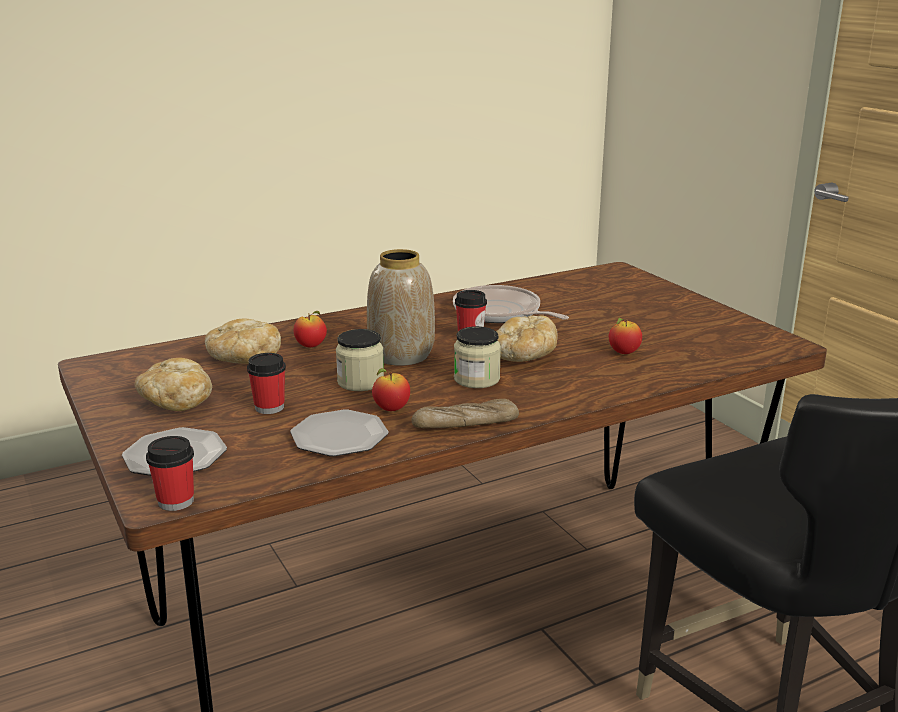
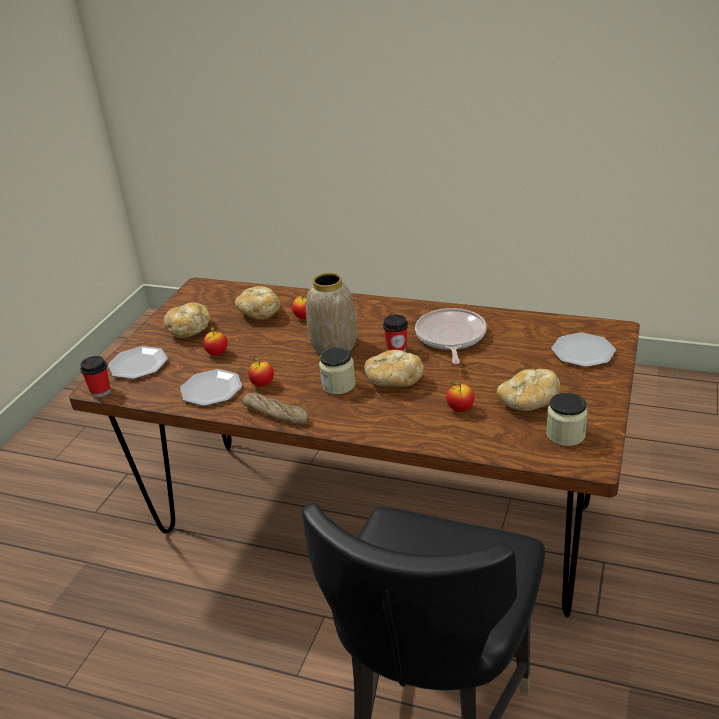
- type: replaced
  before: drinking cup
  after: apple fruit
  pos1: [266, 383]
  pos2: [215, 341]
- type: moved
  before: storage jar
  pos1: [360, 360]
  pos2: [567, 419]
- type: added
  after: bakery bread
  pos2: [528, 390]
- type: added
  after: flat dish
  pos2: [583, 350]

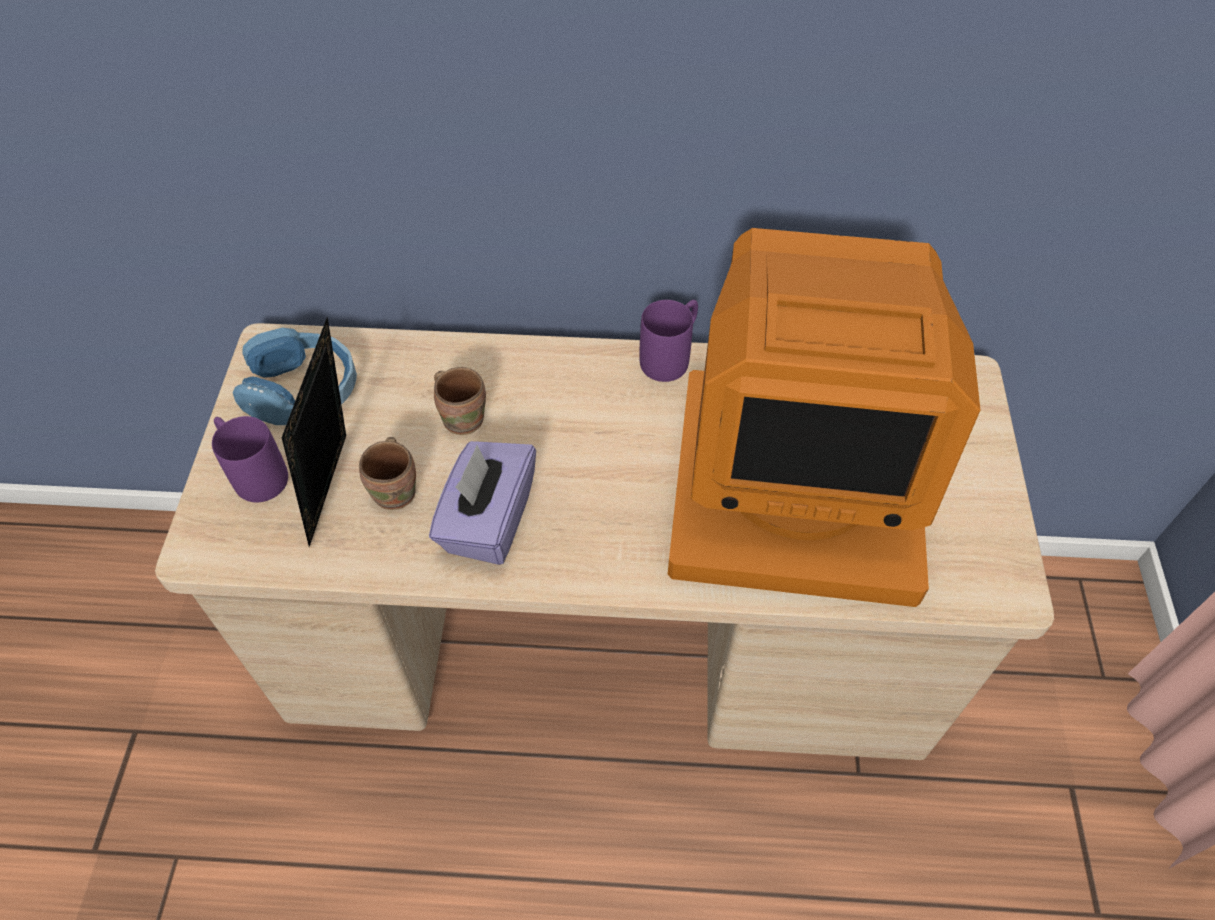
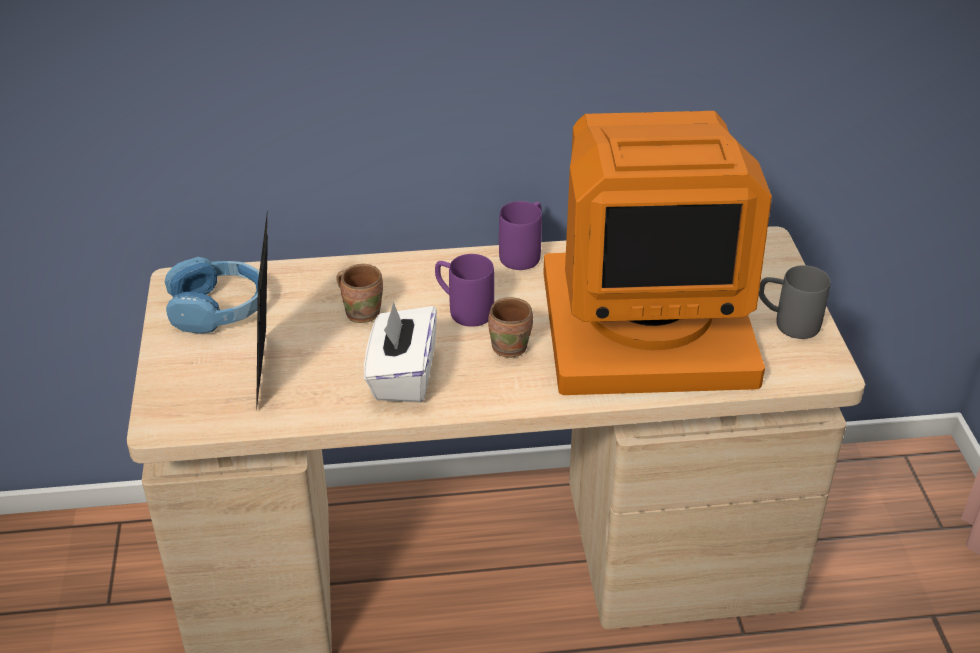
- type: moved
  before: purplish tea mug
  pos1: [250, 459]
  pos2: [464, 290]
- type: moved
  before: brown-coloured tea mug
  pos1: [387, 473]
  pos2: [510, 327]
- type: recoloured
  before: purplish tissue box
  after: whitish tissue box
  pos1: [482, 503]
  pos2: [400, 352]
- type: added
  after: gray tea mug
  pos2: [794, 302]

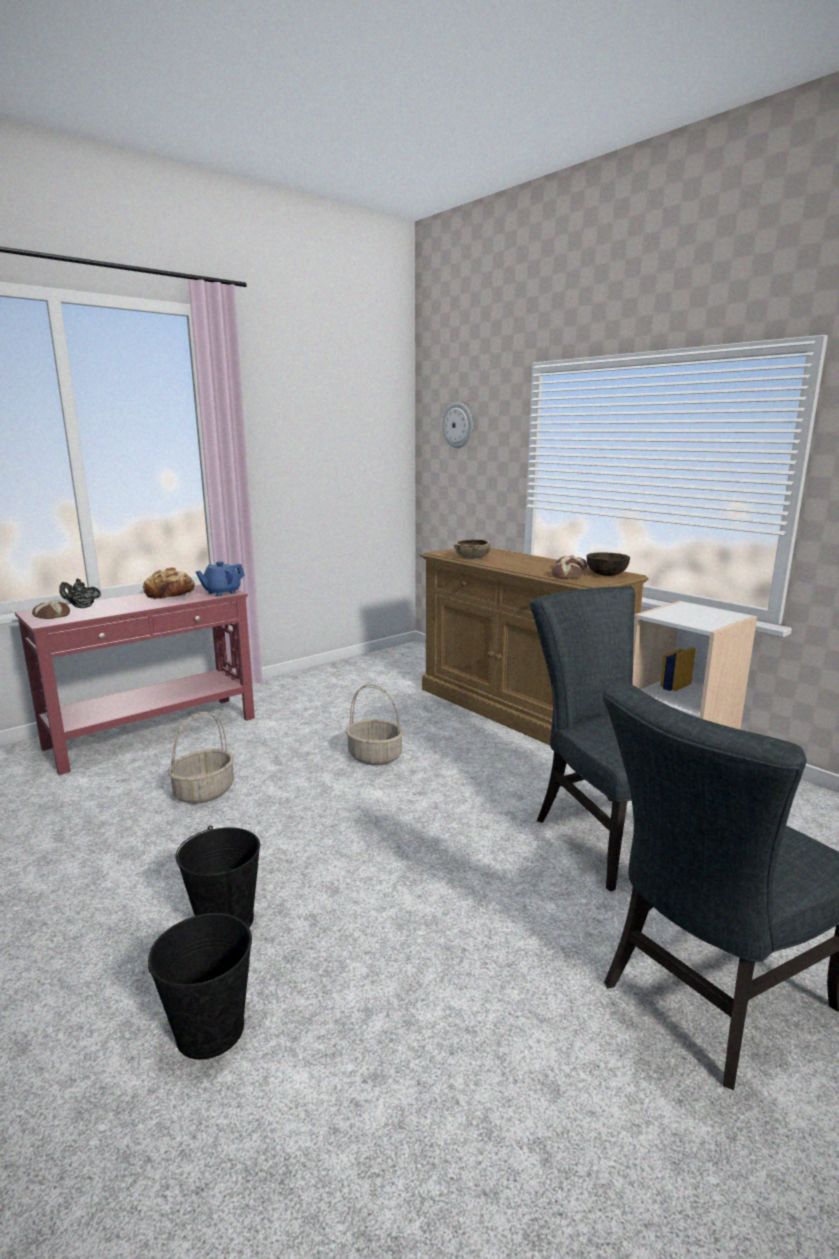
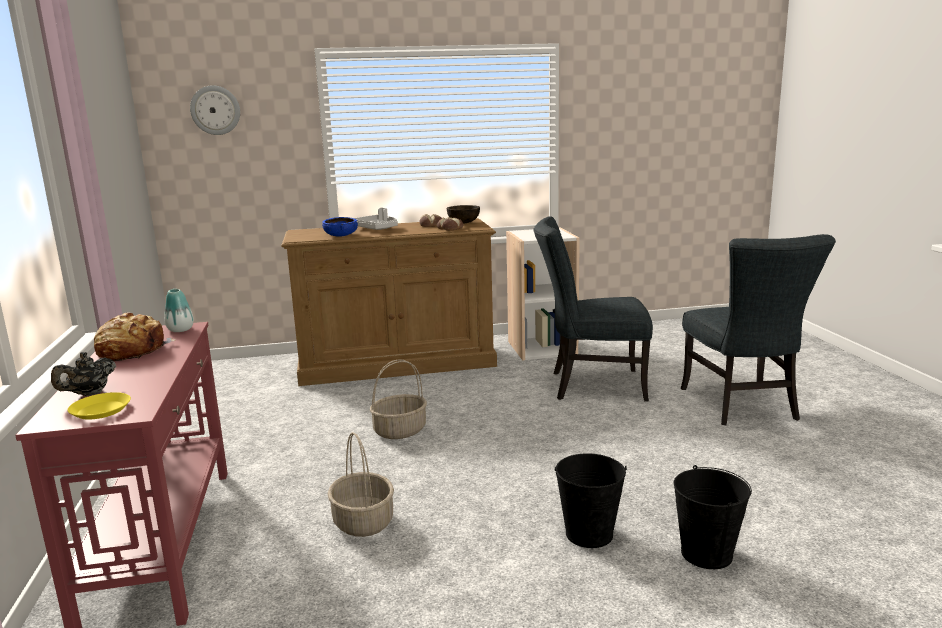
- type: replaced
  before: bakery bread
  after: yellowish flat dish
  pos1: [51, 609]
  pos2: [99, 406]
- type: replaced
  before: blue tea pot
  after: vase
  pos1: [220, 578]
  pos2: [179, 310]
- type: recoloured
  before: brown-coloured serving bowl
  after: blue serving bowl
  pos1: [472, 549]
  pos2: [340, 227]
- type: added
  after: gray tray
  pos2: [376, 219]

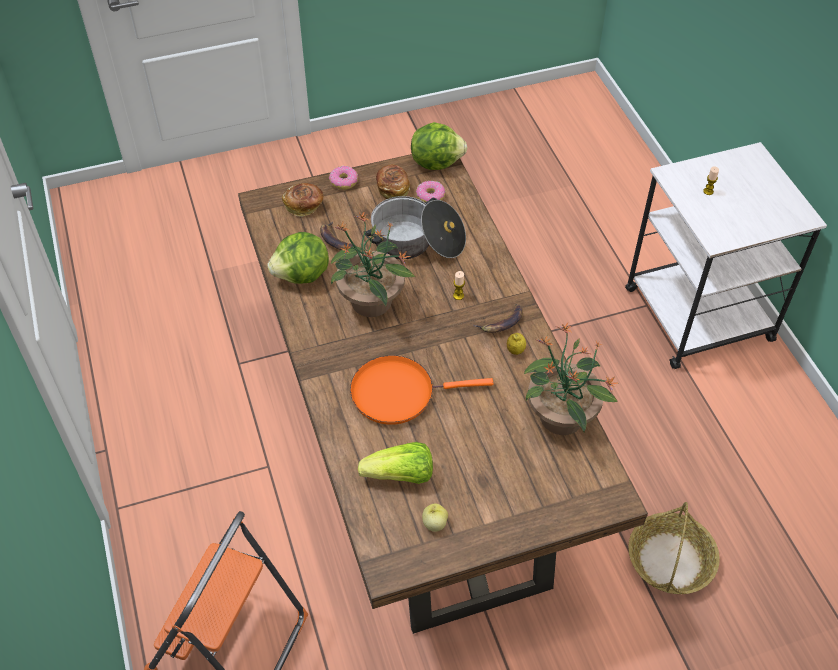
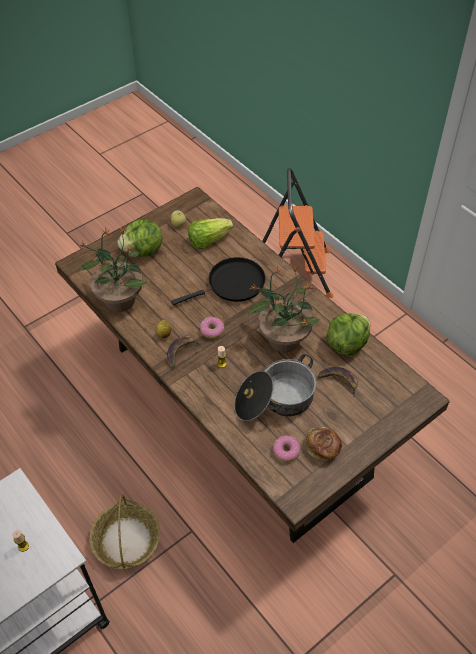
- type: removed
  before: bakery bread
  pos1: [303, 200]
- type: moved
  before: ring doughnut
  pos1: [343, 178]
  pos2: [212, 328]
- type: recoloured
  before: orange-coloured frying pan
  after: blackish frying pan
  pos1: [421, 390]
  pos2: [218, 281]
- type: moved
  before: lettuce
  pos1: [439, 146]
  pos2: [139, 238]
- type: moved
  before: basket
  pos1: [674, 548]
  pos2: [125, 531]

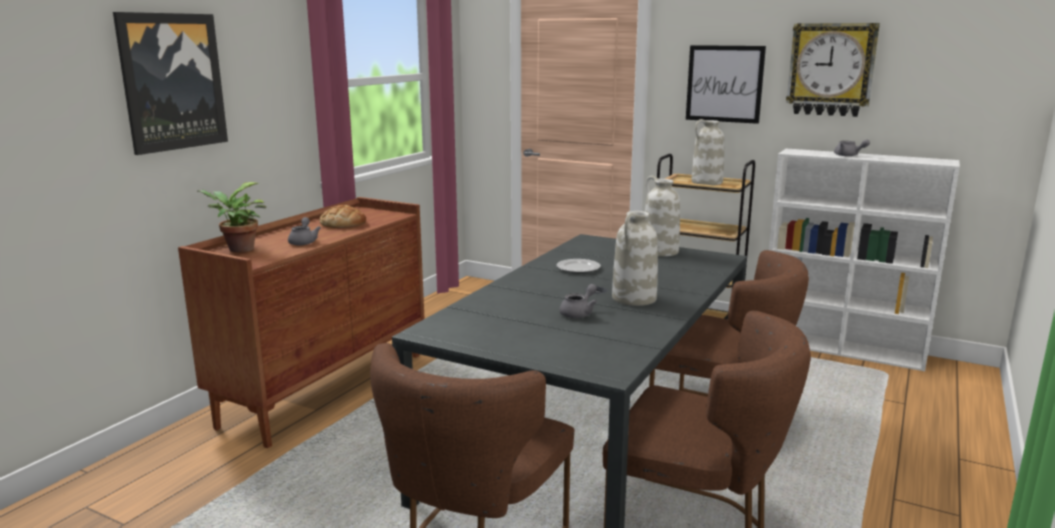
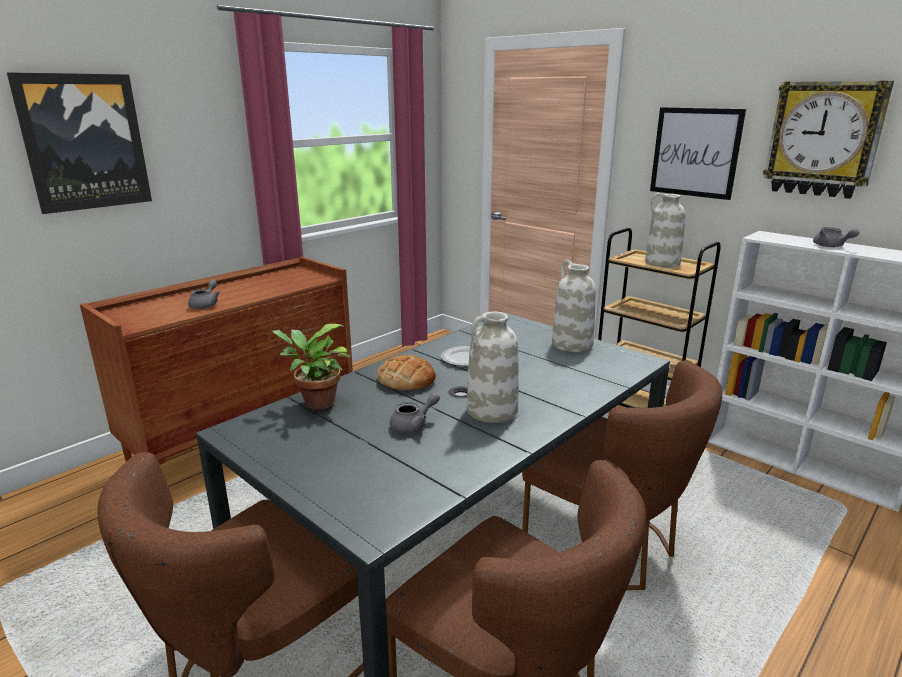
- type: moved
  before: houseplant
  pos1: [232, 217]
  pos2: [311, 367]
- type: moved
  before: bakery bread
  pos1: [343, 216]
  pos2: [406, 373]

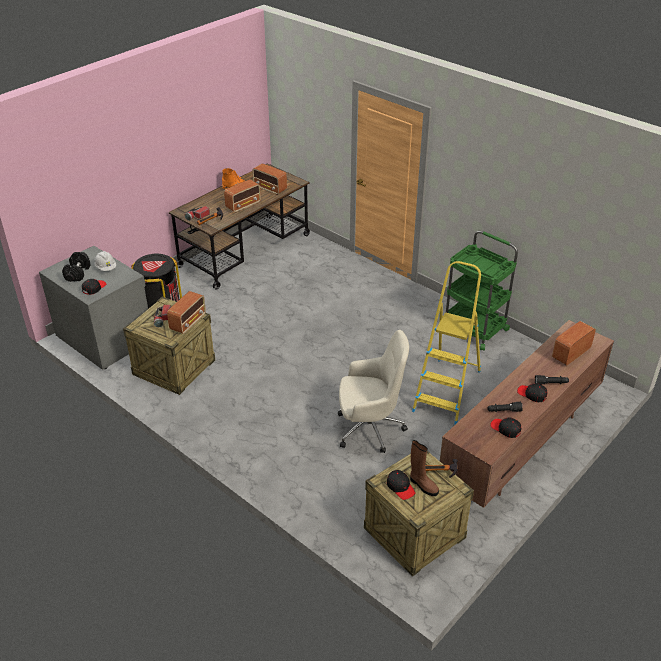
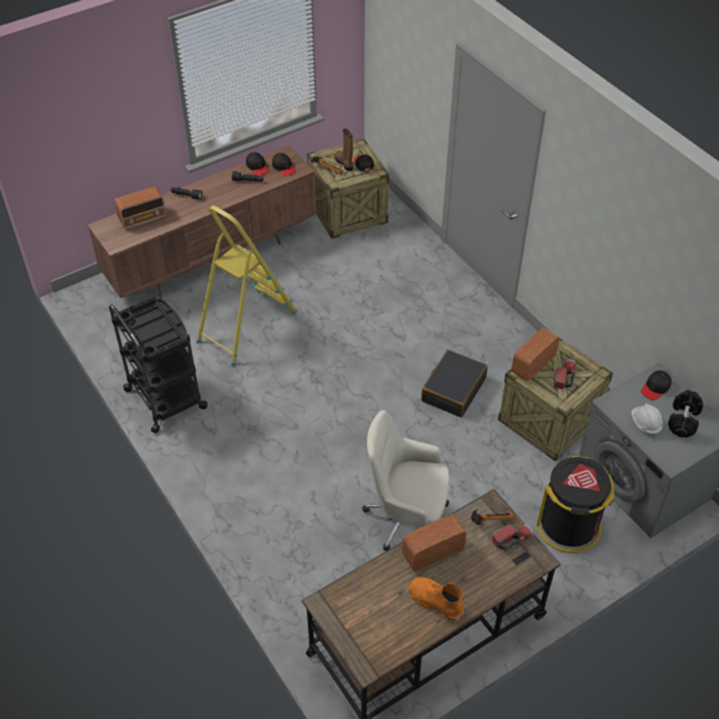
- type: removed
  before: radio
  pos1: [269, 179]
- type: moved
  before: beige computer chair
  pos1: [373, 391]
  pos2: [406, 480]
- type: recoloured
  before: greenish wheeled cart
  after: blackish wheeled cart
  pos1: [481, 291]
  pos2: [158, 364]
- type: moved
  before: blackish peaked cap
  pos1: [532, 392]
  pos2: [284, 164]
- type: added
  after: blackish suitcase
  pos2: [454, 383]

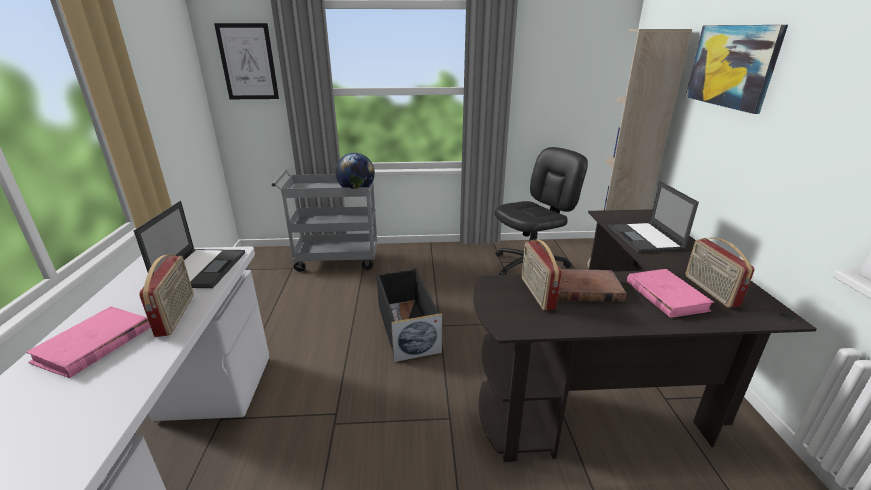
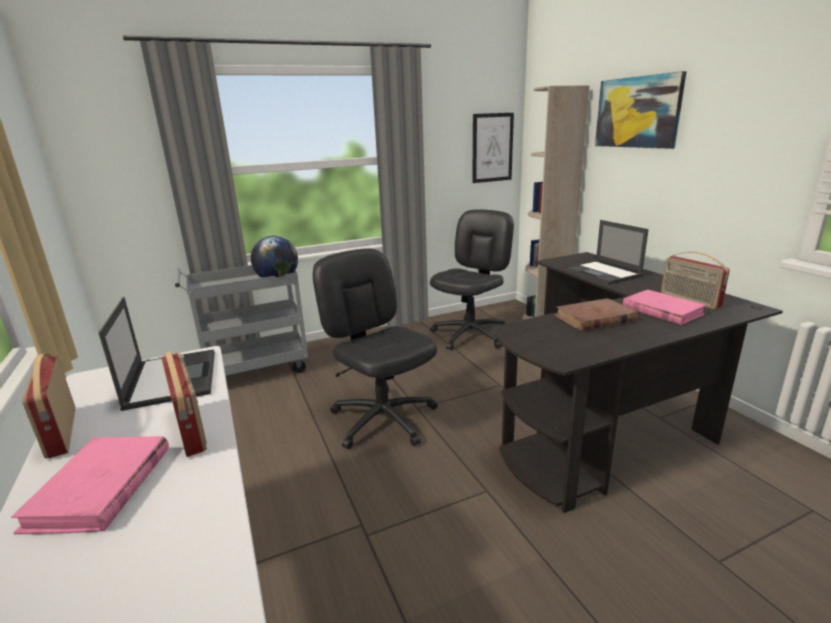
- type: moved
  before: wall art
  pos1: [246, 61]
  pos2: [493, 148]
- type: replaced
  before: blackish storage box
  after: blackish computer chair
  pos1: [409, 315]
  pos2: [375, 349]
- type: moved
  before: radio
  pos1: [542, 275]
  pos2: [48, 406]

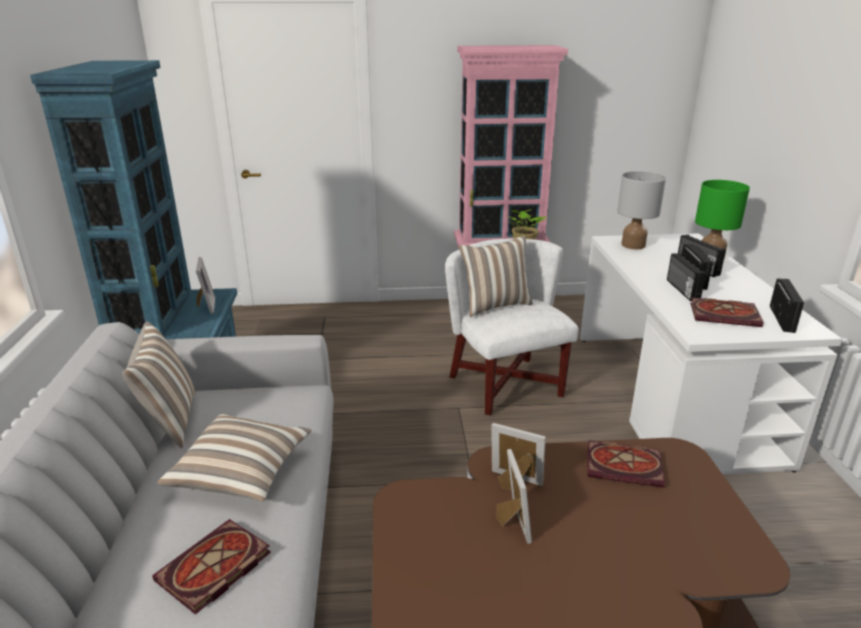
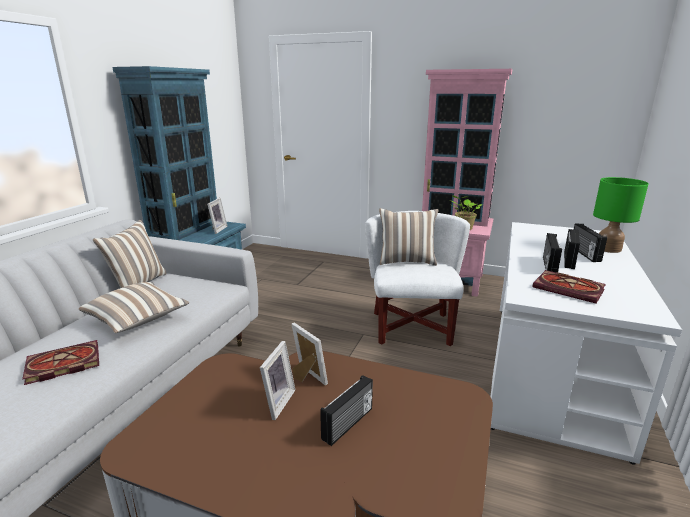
- type: removed
  before: volume
  pos1: [626, 464]
- type: removed
  before: gray table lamp
  pos1: [641, 210]
- type: moved
  before: radio
  pos1: [787, 305]
  pos2: [346, 410]

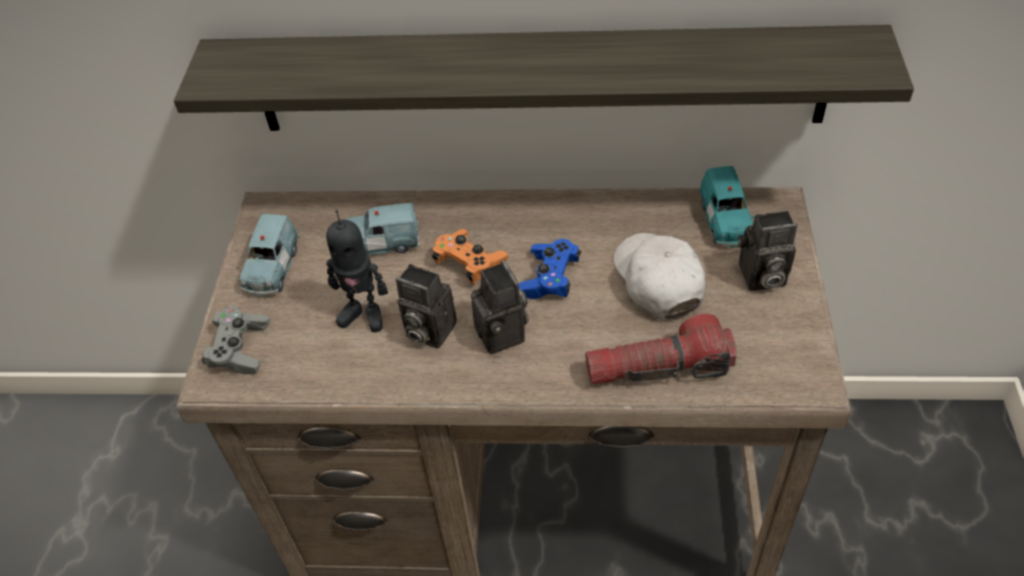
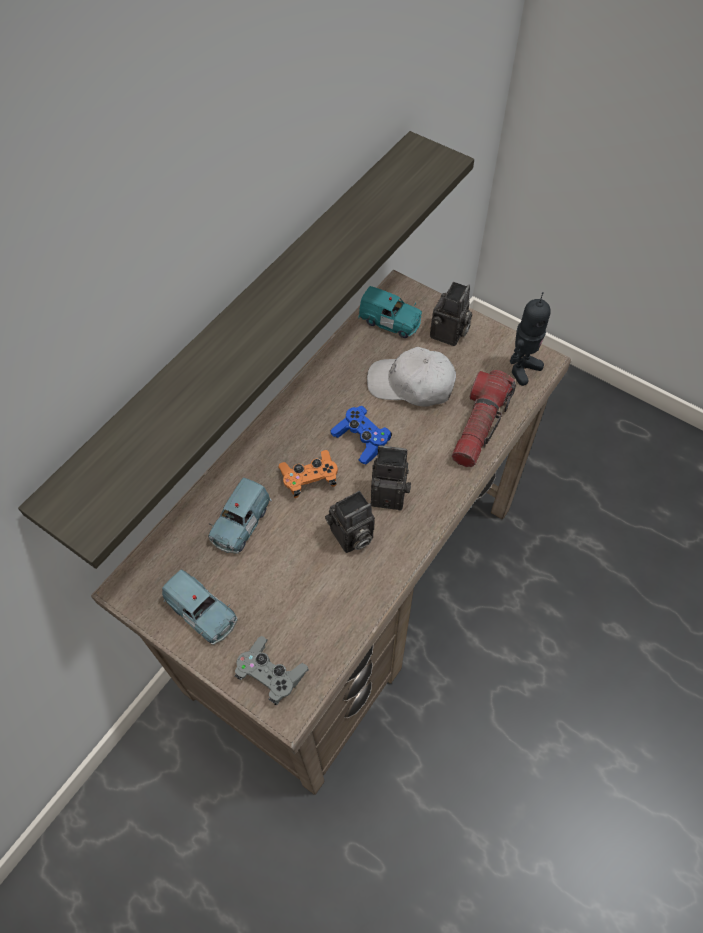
- type: moved
  before: model robot
  pos1: [357, 271]
  pos2: [530, 339]

